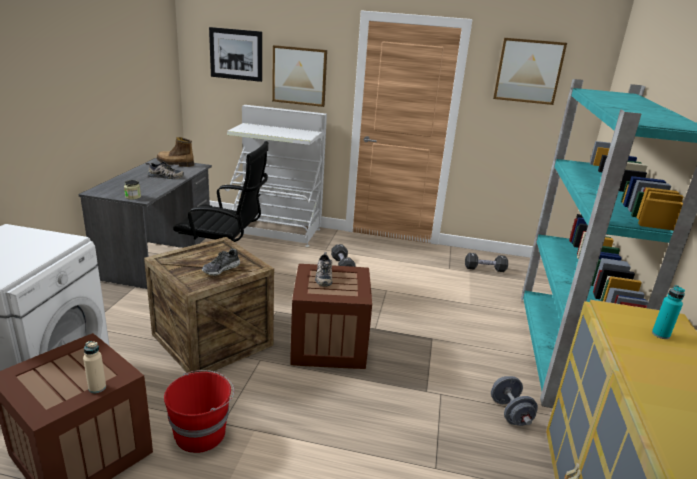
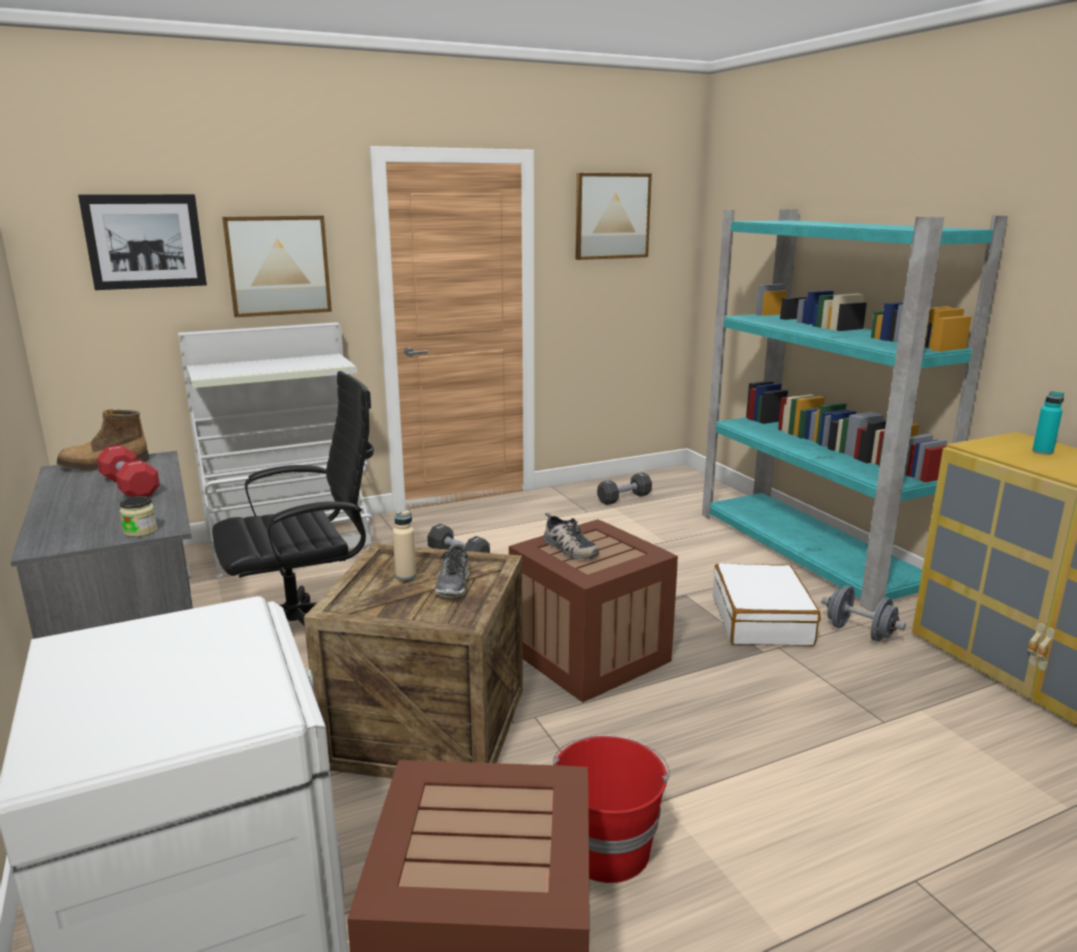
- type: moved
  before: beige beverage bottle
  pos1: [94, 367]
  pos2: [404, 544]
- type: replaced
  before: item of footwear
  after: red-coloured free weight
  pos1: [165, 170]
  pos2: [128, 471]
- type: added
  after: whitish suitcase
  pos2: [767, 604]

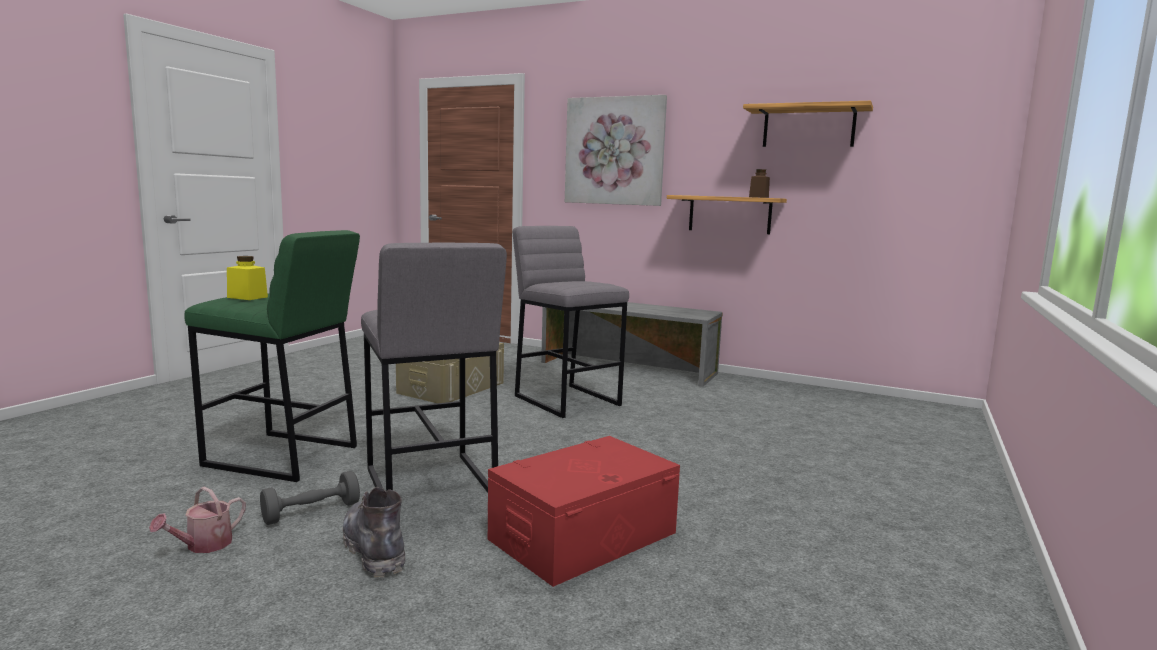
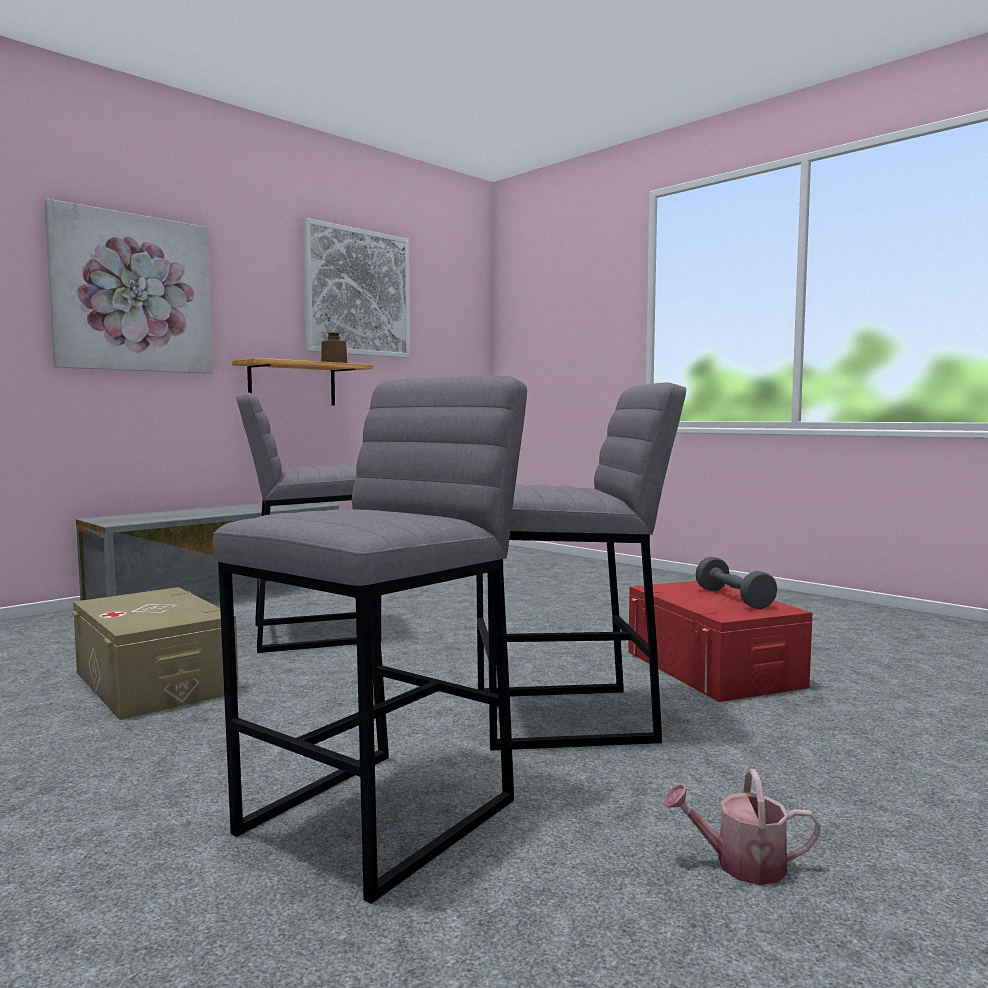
- type: turned
  before: sprinkling can
  pos1: [197, 520]
  pos2: [742, 827]
  turn: 135
- type: recoloured
  before: greenish sitting stool
  after: gray sitting stool
  pos1: [272, 356]
  pos2: [370, 640]
- type: removed
  before: yellowish storage jar
  pos1: [247, 278]
- type: moved
  before: gray free weight
  pos1: [310, 498]
  pos2: [736, 583]
- type: removed
  before: gray high-top boot
  pos1: [373, 532]
- type: replaced
  before: wall shelf
  after: wall art
  pos1: [808, 124]
  pos2: [356, 288]

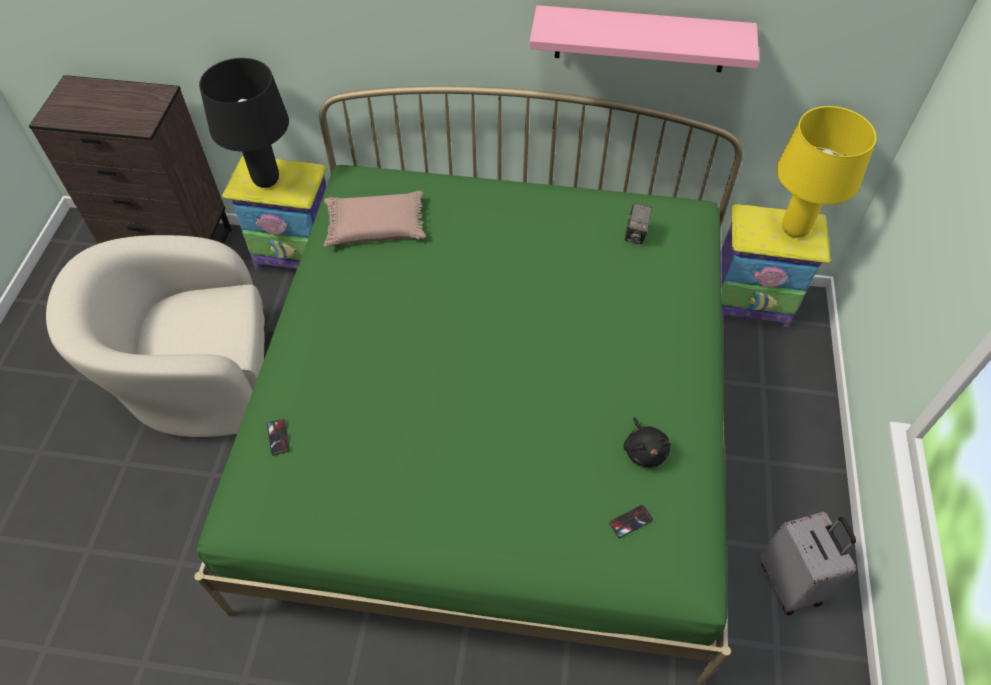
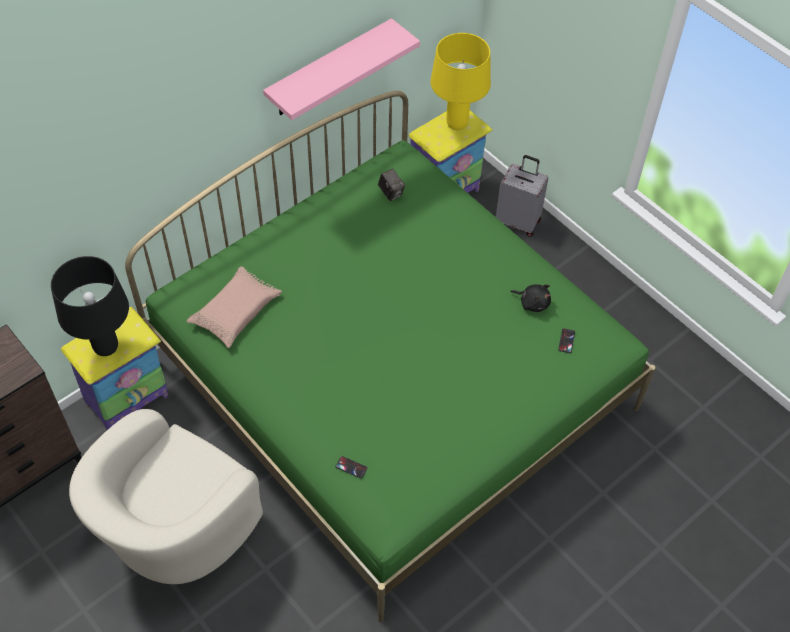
- type: moved
  before: gray suitcase
  pos1: [808, 563]
  pos2: [522, 196]

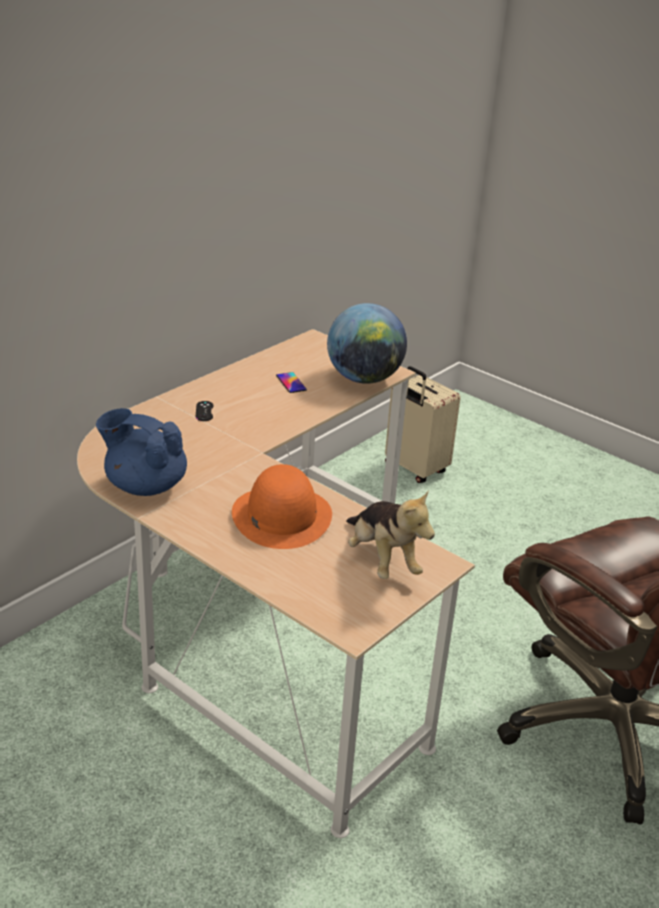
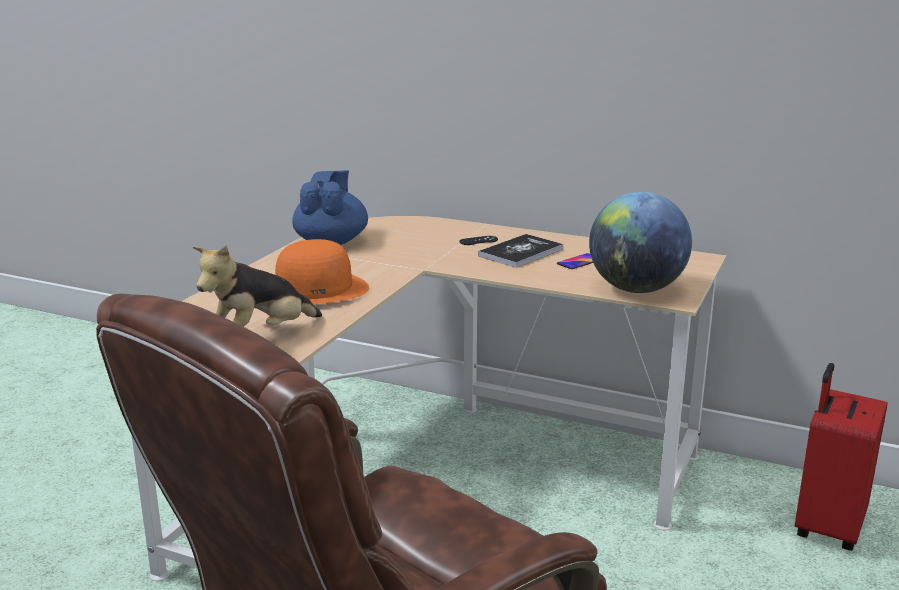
- type: recoloured
  before: beige suitcase
  after: red-coloured suitcase
  pos1: [422, 424]
  pos2: [841, 457]
- type: added
  after: volume
  pos2: [520, 251]

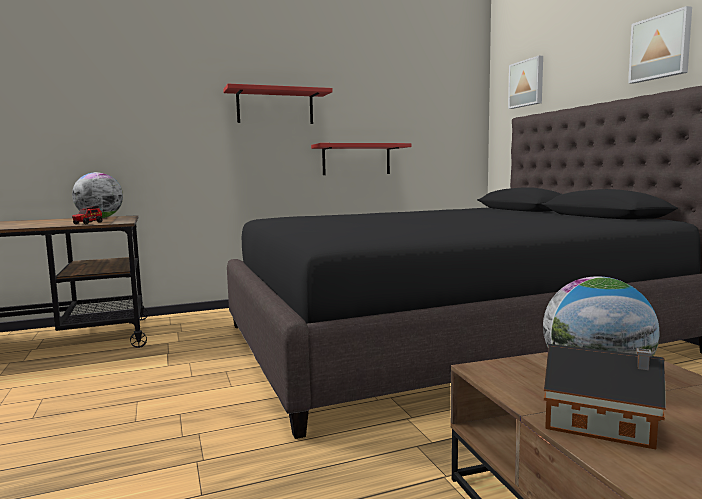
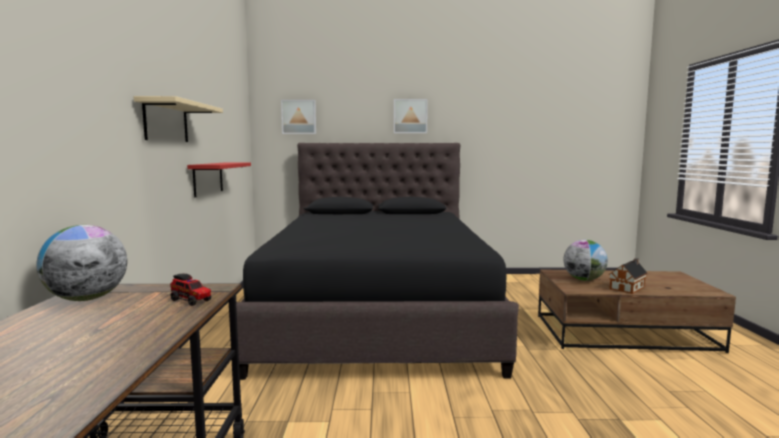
- type: recoloured
  before: red-coloured wall shelf
  after: beige wall shelf
  pos1: [278, 104]
  pos2: [178, 119]

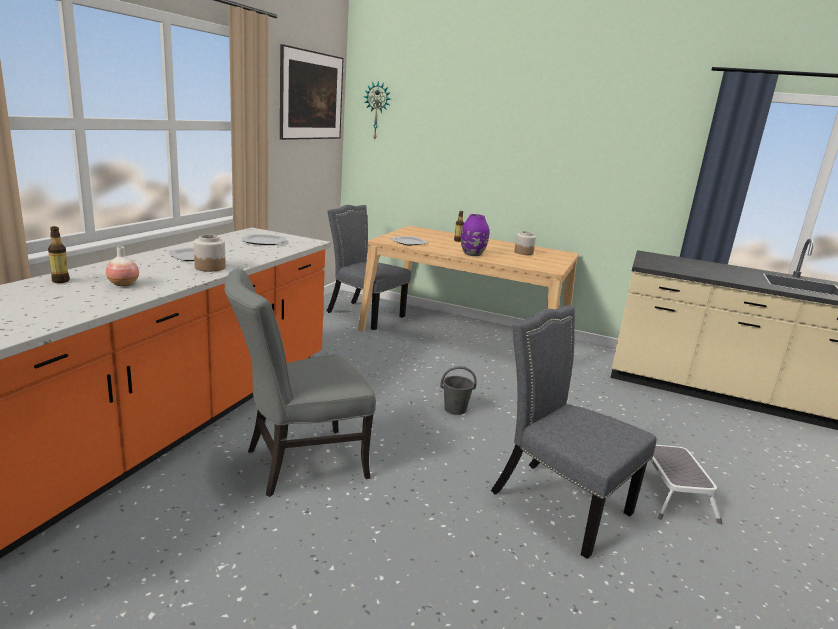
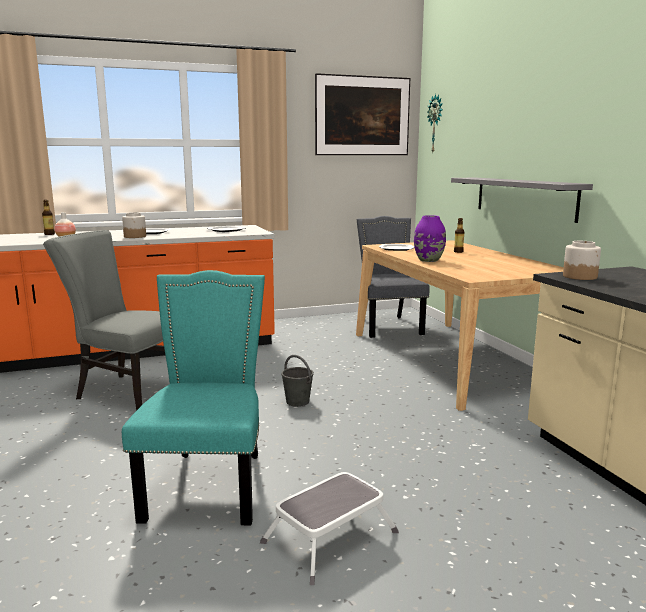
- type: recoloured
  before: gray chair
  after: blue-green chair
  pos1: [574, 432]
  pos2: [193, 397]
- type: moved
  before: storage jar
  pos1: [525, 243]
  pos2: [582, 260]
- type: added
  after: gray wall shelf
  pos2: [522, 200]

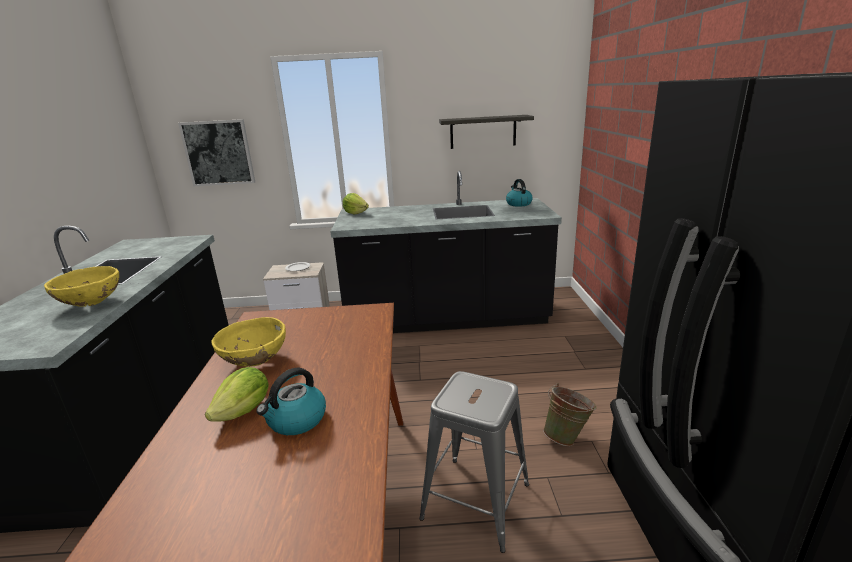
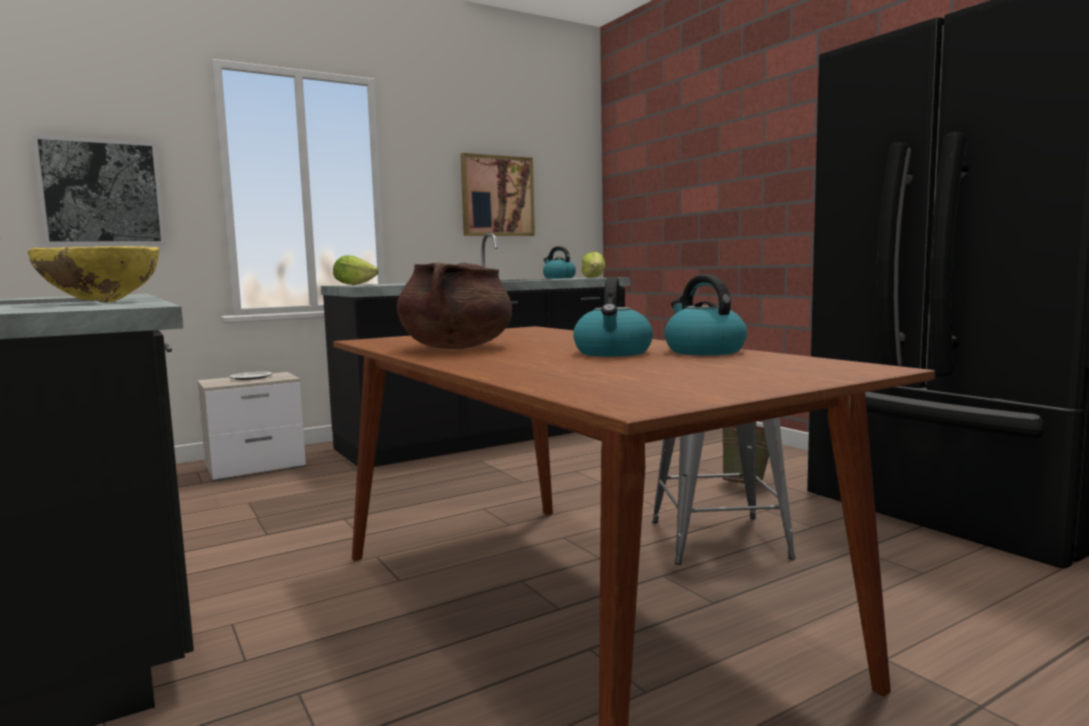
- type: moved
  before: lettuce
  pos1: [237, 394]
  pos2: [593, 265]
- type: replaced
  before: yellowish serving bowl
  after: brown-coloured saucepot
  pos1: [248, 342]
  pos2: [454, 306]
- type: replaced
  before: wall shelf
  after: wall art
  pos1: [486, 132]
  pos2: [497, 194]
- type: added
  after: water kettle
  pos2: [706, 315]

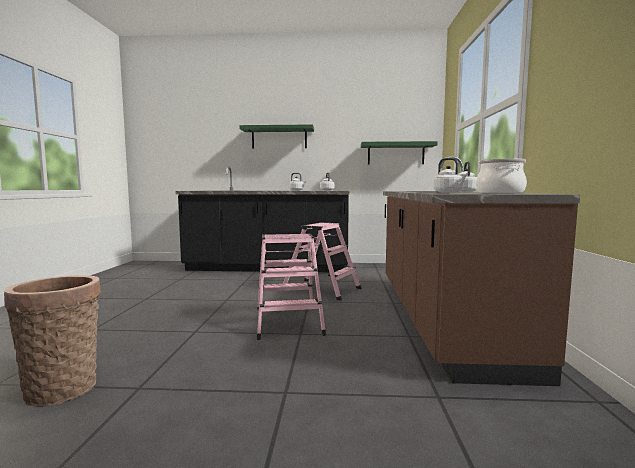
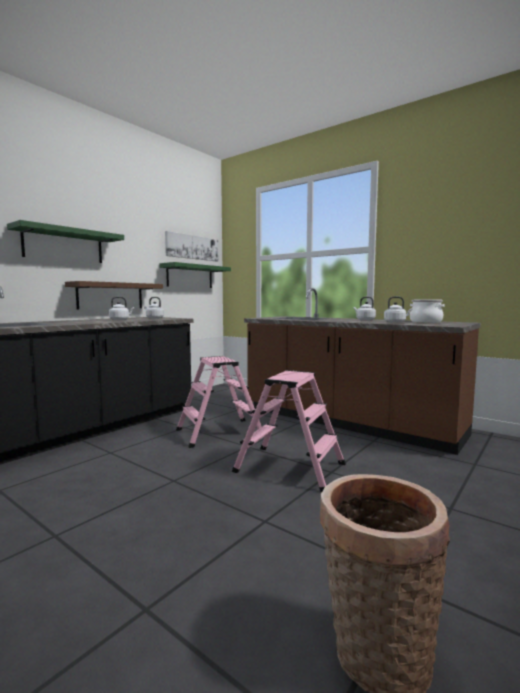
- type: added
  after: brown-coloured wall shelf
  pos2: [114, 295]
- type: added
  after: wall art
  pos2: [191, 246]

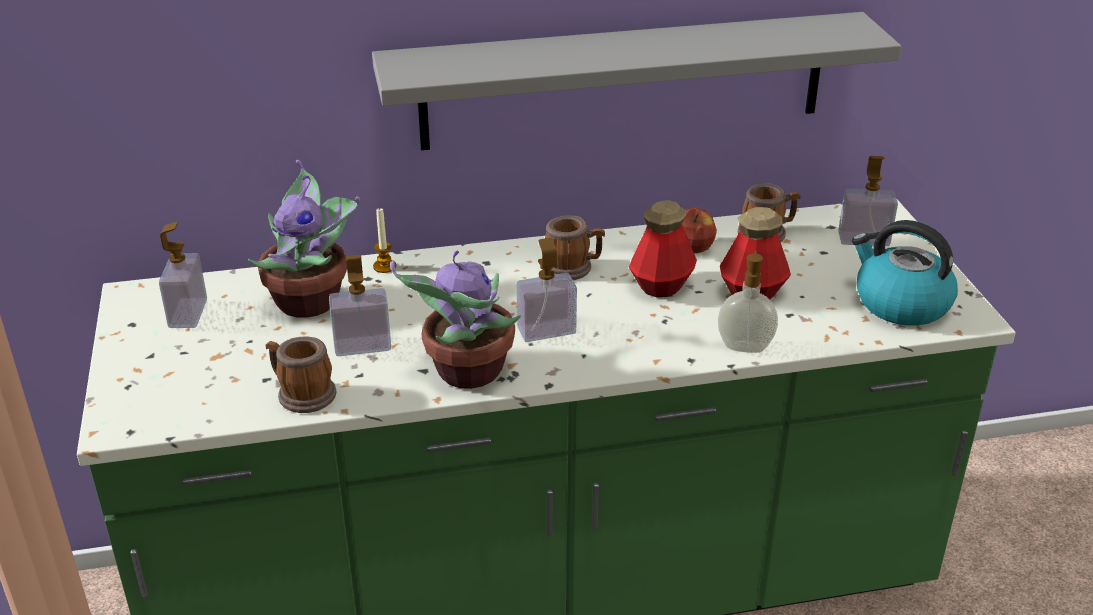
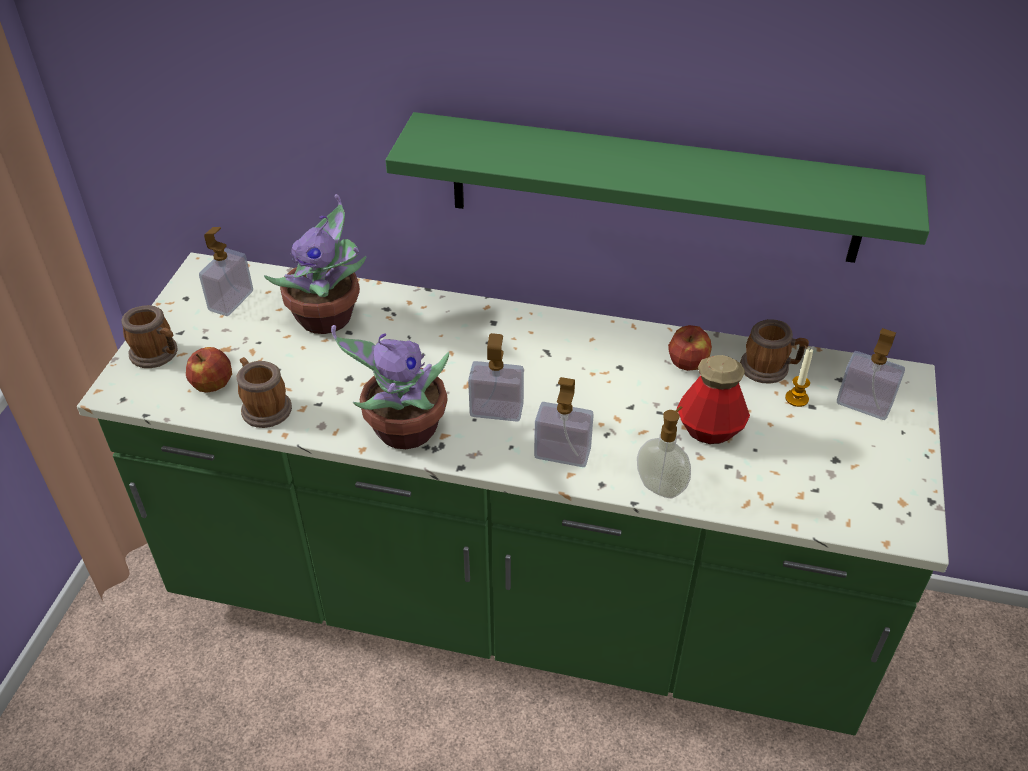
- type: moved
  before: soap bottle
  pos1: [360, 305]
  pos2: [564, 422]
- type: recoloured
  before: gray wall shelf
  after: greenish wall shelf
  pos1: [637, 81]
  pos2: [658, 187]
- type: moved
  before: wax candle
  pos1: [384, 240]
  pos2: [799, 377]
- type: moved
  before: tea mug
  pos1: [575, 247]
  pos2: [149, 336]
- type: removed
  before: beverage bottle
  pos1: [663, 248]
- type: removed
  before: water kettle
  pos1: [905, 273]
- type: added
  after: apple fruit
  pos2: [209, 370]

